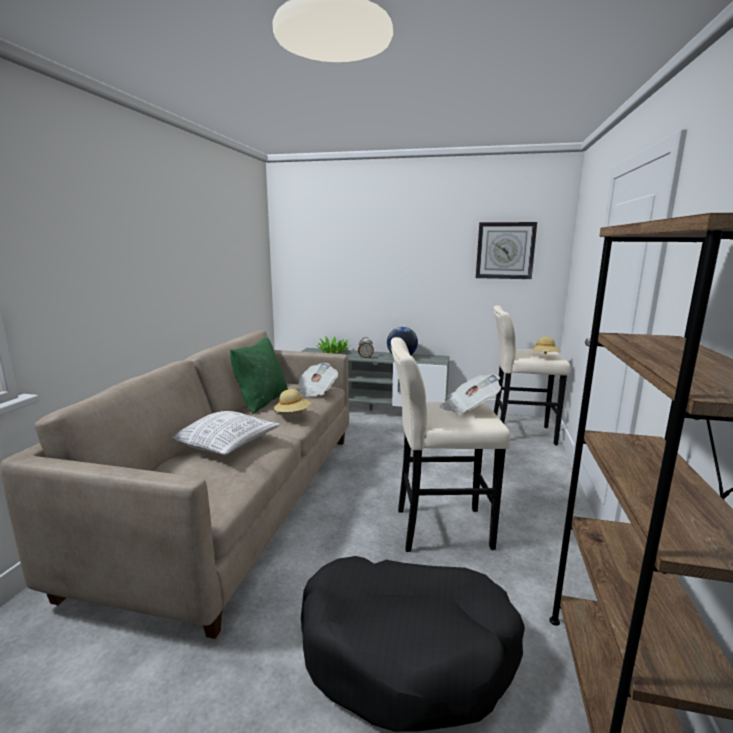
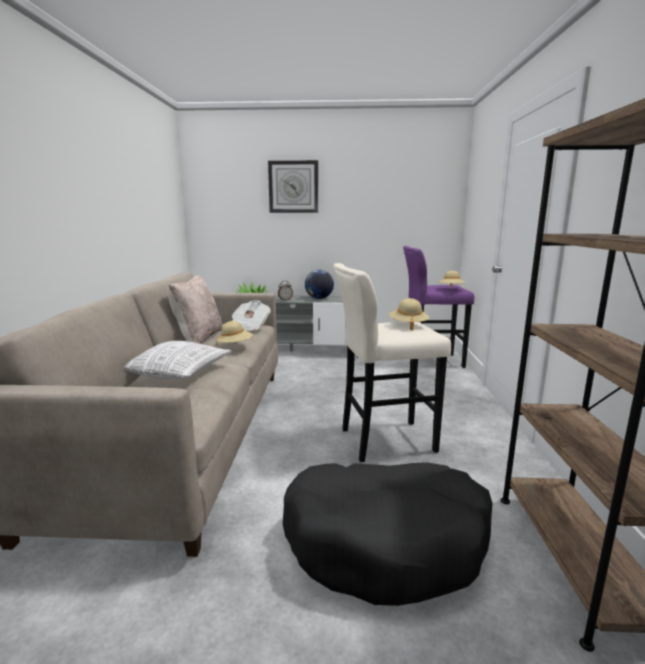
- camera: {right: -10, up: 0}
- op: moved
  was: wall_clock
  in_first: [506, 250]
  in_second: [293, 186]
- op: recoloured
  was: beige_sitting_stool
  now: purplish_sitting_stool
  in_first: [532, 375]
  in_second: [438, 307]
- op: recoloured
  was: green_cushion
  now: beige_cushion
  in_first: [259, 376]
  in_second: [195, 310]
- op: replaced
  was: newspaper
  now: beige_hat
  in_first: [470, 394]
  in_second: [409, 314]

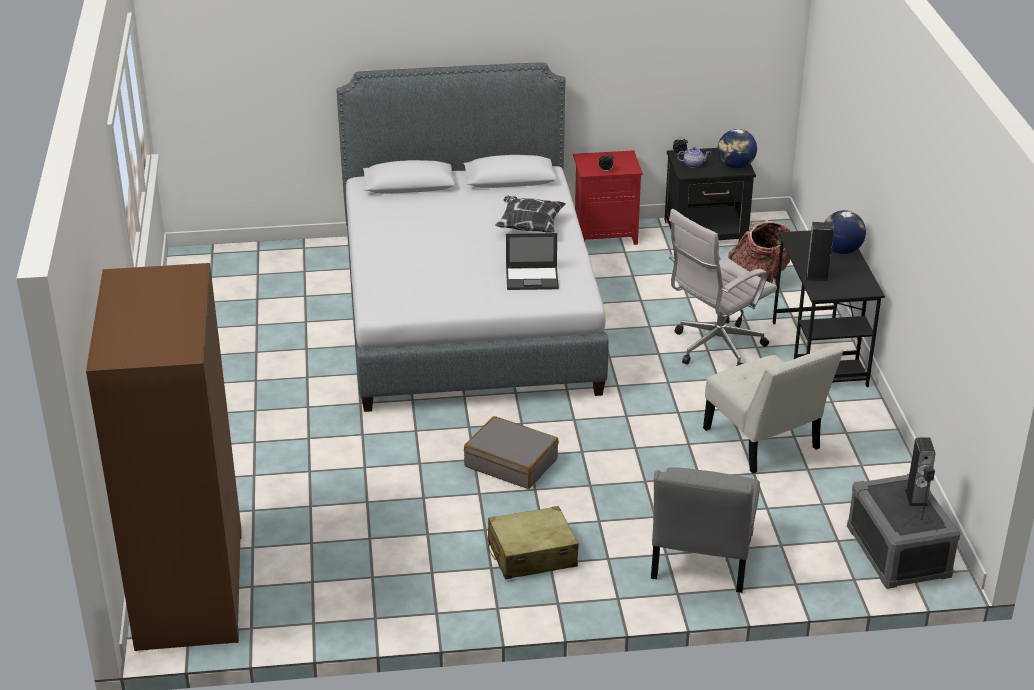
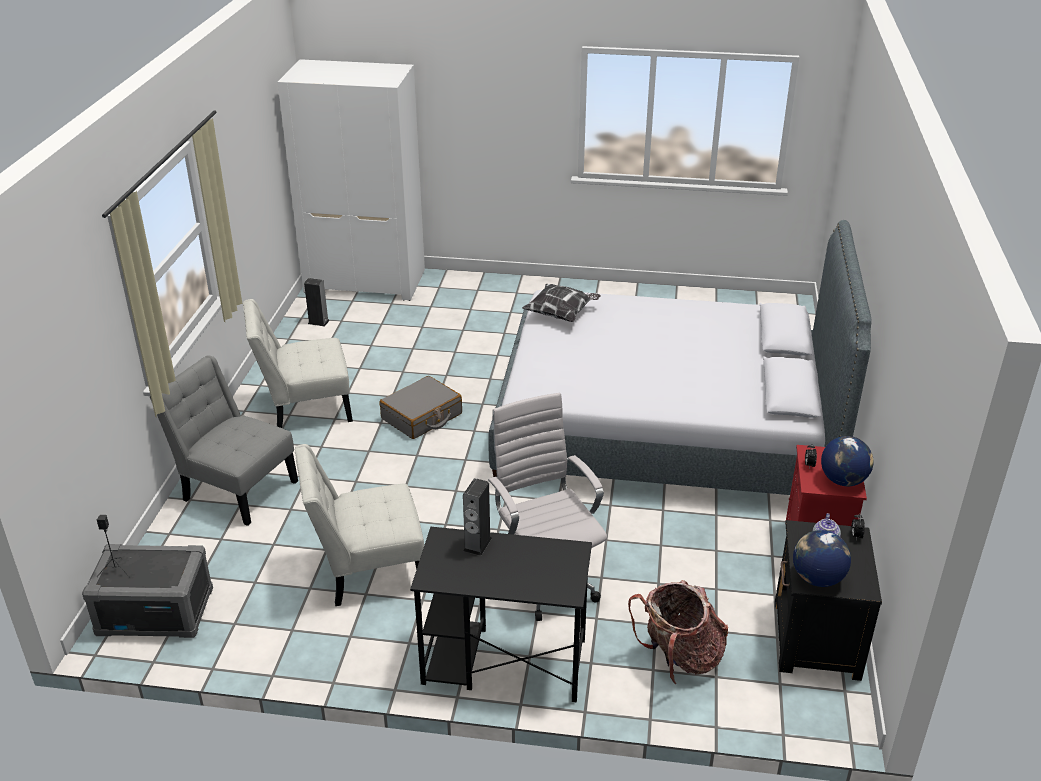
- camera: {right: 105, up: 0}
- op: moved
  was: cushion
  in_first: [530, 213]
  in_second: [561, 303]
- op: moved
  was: globe
  in_first: [845, 232]
  in_second: [847, 461]
- op: removed
  was: notebook_computer
  in_first: [532, 261]
- op: recoloured
  was: brown_clothes_cupboard
  now: white-coloured_clothes_cupboard
  in_first: [164, 457]
  in_second: [351, 180]
- op: moved
  was: speaker
  in_first: [920, 472]
  in_second: [317, 302]
- op: replaced
  was: beige_travel_case
  now: white-coloured_chair
  in_first: [533, 542]
  in_second: [298, 363]

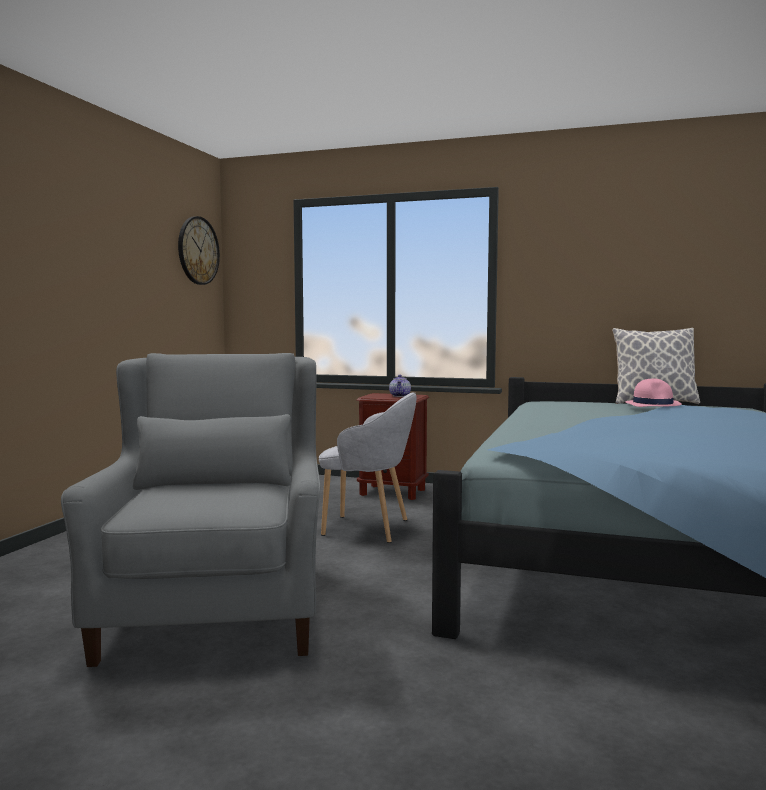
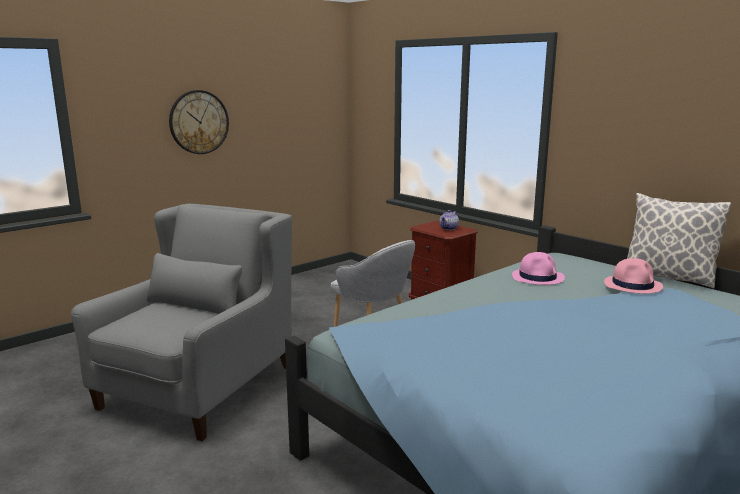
- camera: {right: 30, up: 10}
- op: moved
  was: wall_clock
  in_first: [199, 250]
  in_second: [199, 122]
- op: added
  now: pink-coloured_hat
  in_second: [538, 268]

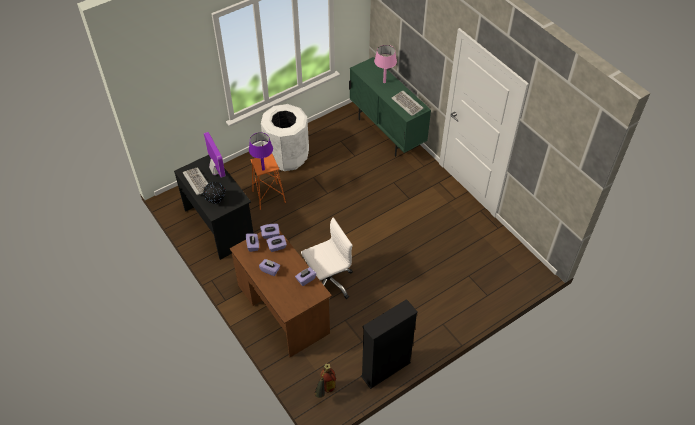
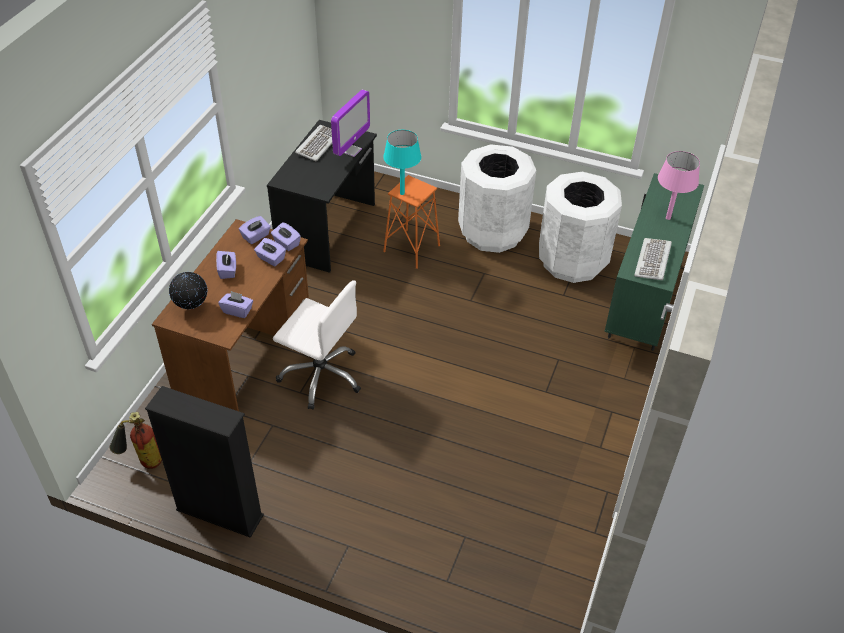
- camera: {right: 55, up: -5}
- op: recoloured
  was: purplish_tabletop_lamp
  now: blue-green_tabletop_lamp
  in_first: [261, 151]
  in_second: [402, 162]
- op: moved
  was: globe
  in_first: [214, 192]
  in_second: [188, 290]
- op: added
  now: white-coloured_trash_can
  in_second: [580, 227]

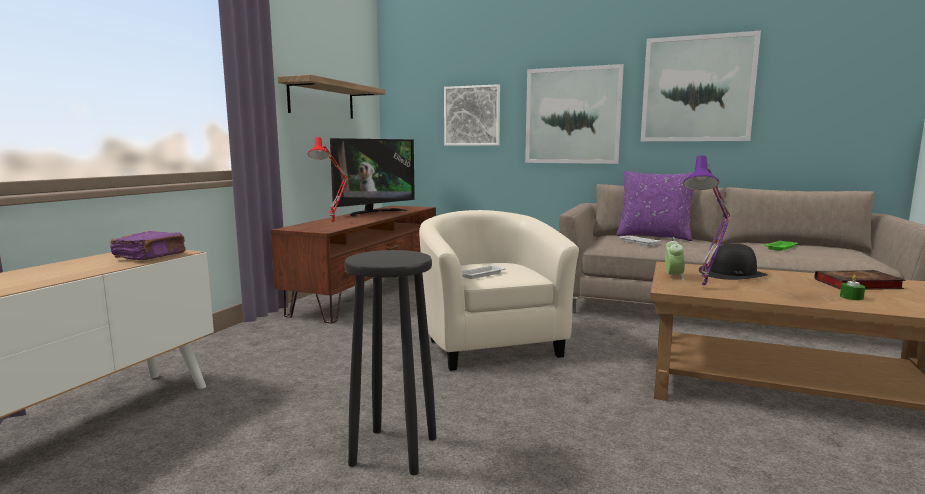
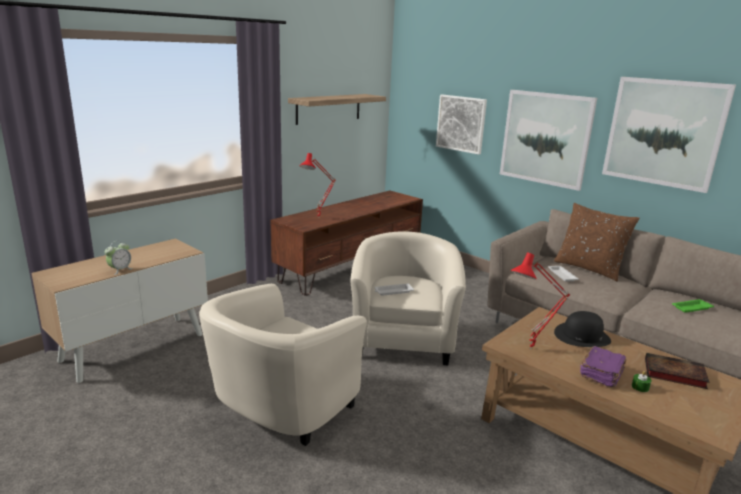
- camera: {right: 20, up: 10}
- op: removed
  was: TV
  in_first: [372, 177]
- op: recoloured
  was: purplish_tabletop_lamp
  now: red_tabletop_lamp
  in_first: [707, 222]
  in_second: [540, 301]
- op: recoloured
  was: purplish_cushion
  now: brown_cushion
  in_first: [655, 206]
  in_second: [597, 242]
- op: moved
  was: purplish_volume
  in_first: [148, 245]
  in_second: [603, 366]
- op: moved
  was: table_clock
  in_first: [675, 259]
  in_second: [119, 258]
- op: replaced
  was: black-coloured_sitting_stool
  now: beige_lounge_chair
  in_first: [390, 362]
  in_second: [283, 365]

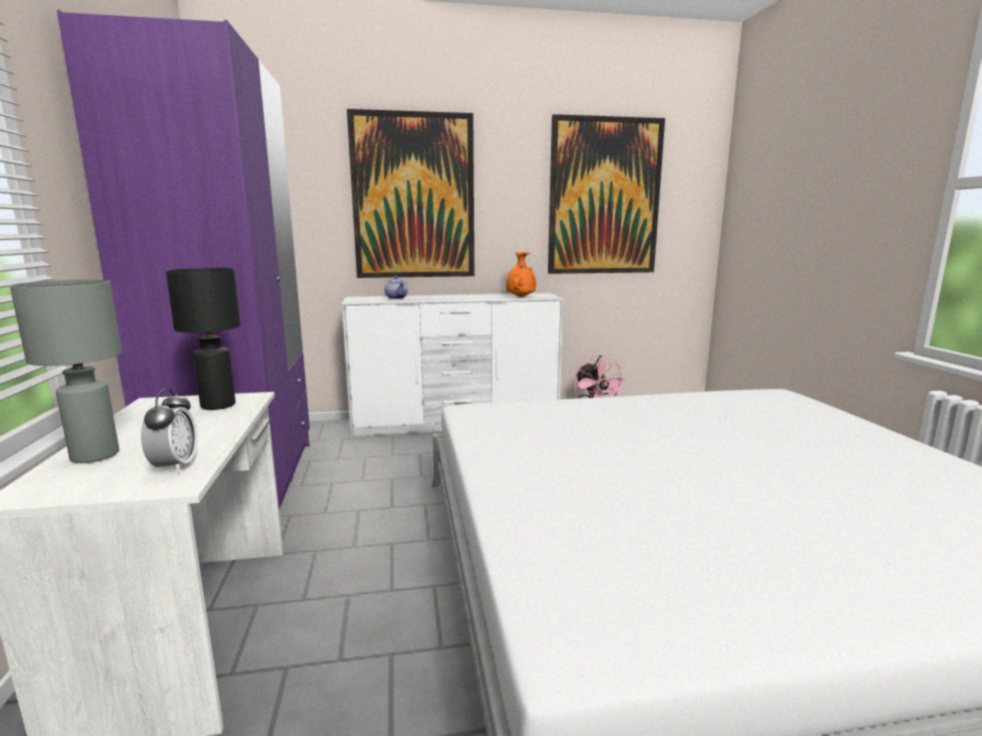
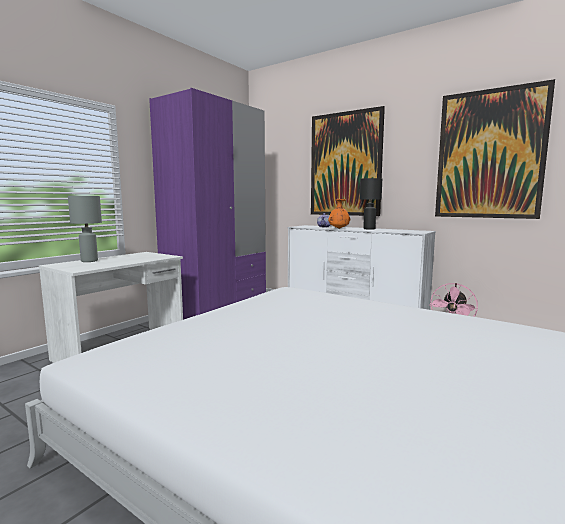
- camera: {right: 45, up: -5}
- op: moved
  was: orange_decorative_vase
  in_first: [521, 274]
  in_second: [339, 214]
- op: moved
  was: black-coloured_tabletop_lamp
  in_first: [203, 339]
  in_second: [371, 204]
- op: removed
  was: table_clock
  in_first: [169, 430]

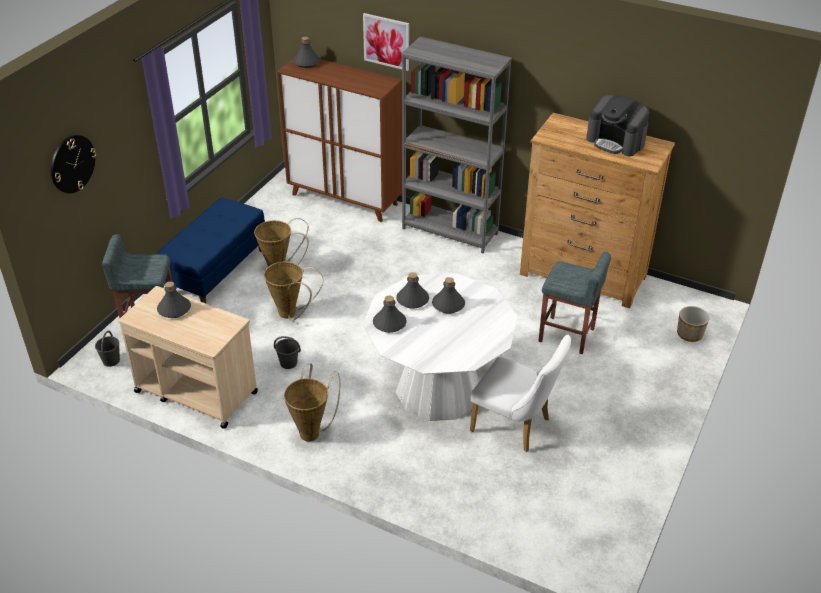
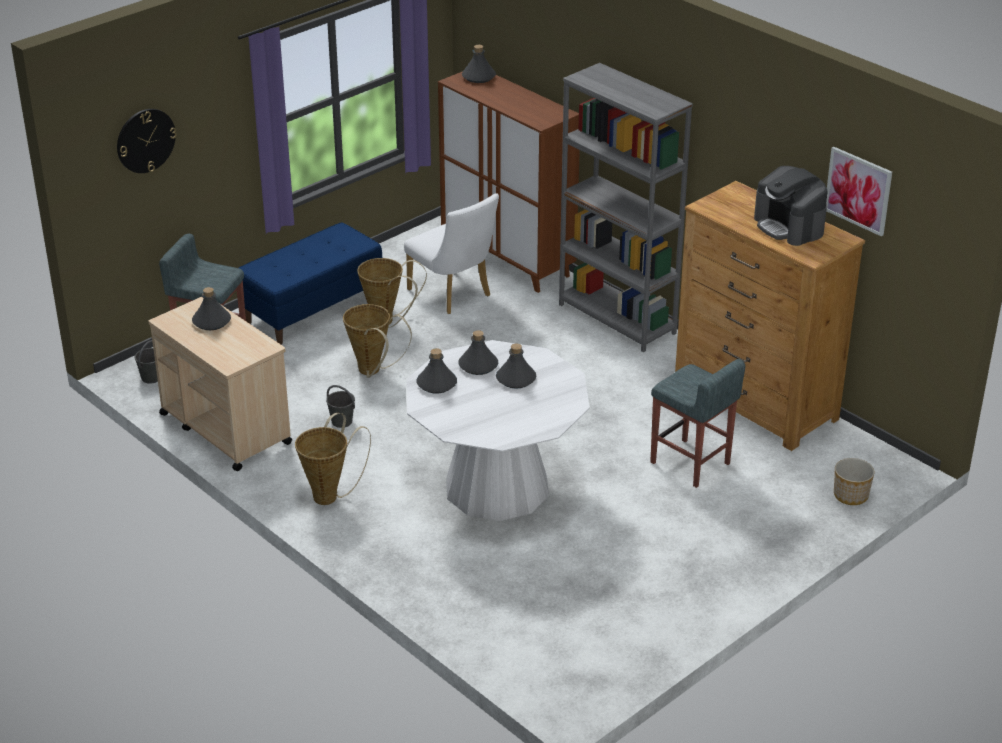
- camera: {right: 20, up: -5}
- op: moved
  was: picture
  in_first: [386, 42]
  in_second: [859, 191]
- op: moved
  was: white-coloured_chair
  in_first: [520, 393]
  in_second: [451, 253]

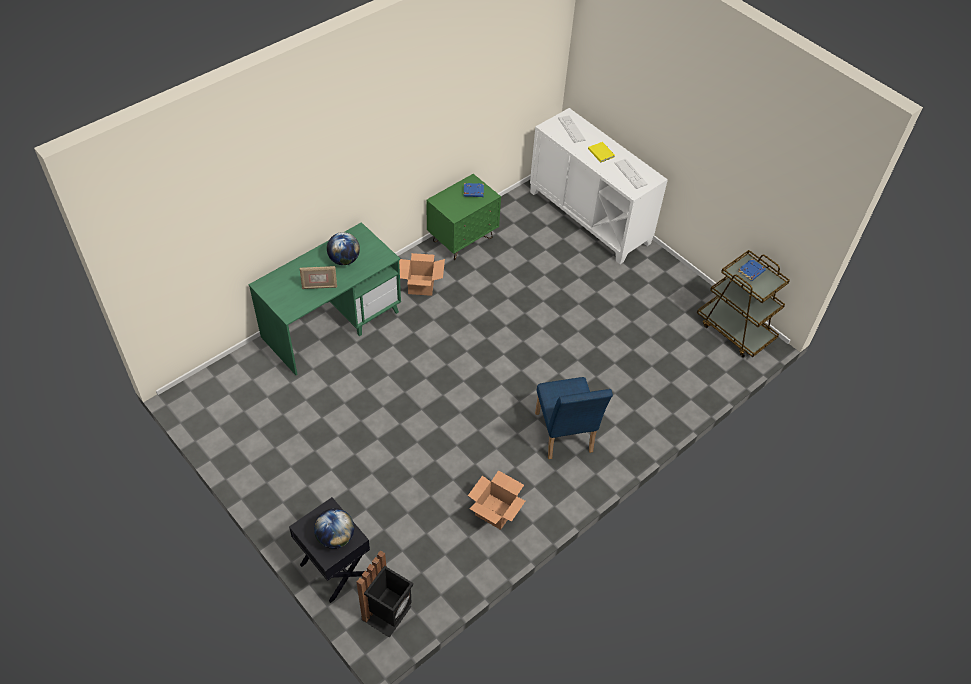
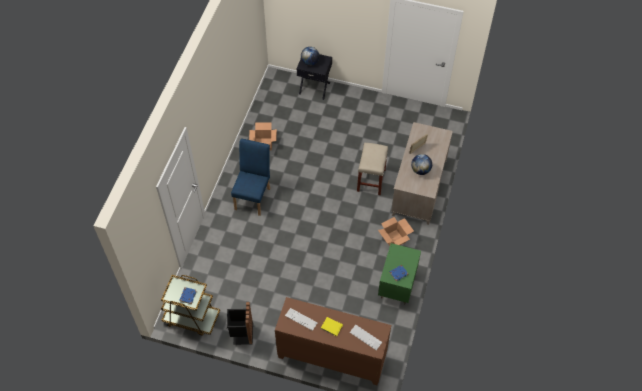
- camera: {right: 150, up: 5}
- op: recoloured
  was: white-coloured_cabinet
  now: brown_cabinet
  in_first: [599, 186]
  in_second: [333, 341]
- op: recoloured
  was: green_desk_unit
  now: beige_desk_unit
  in_first: [324, 298]
  in_second: [422, 173]
- op: turned
  was: blue_chair
  in_first: [574, 418]
  in_second: [250, 177]
  clockwise: 60
- op: moved
  was: black-coloured_trash_can
  in_first: [385, 594]
  in_second: [240, 323]
- op: added
  now: beige_sitting_stool
  in_second: [372, 168]

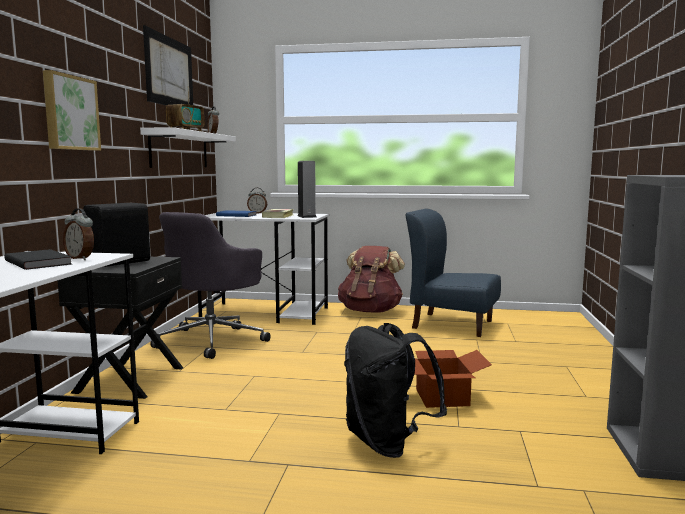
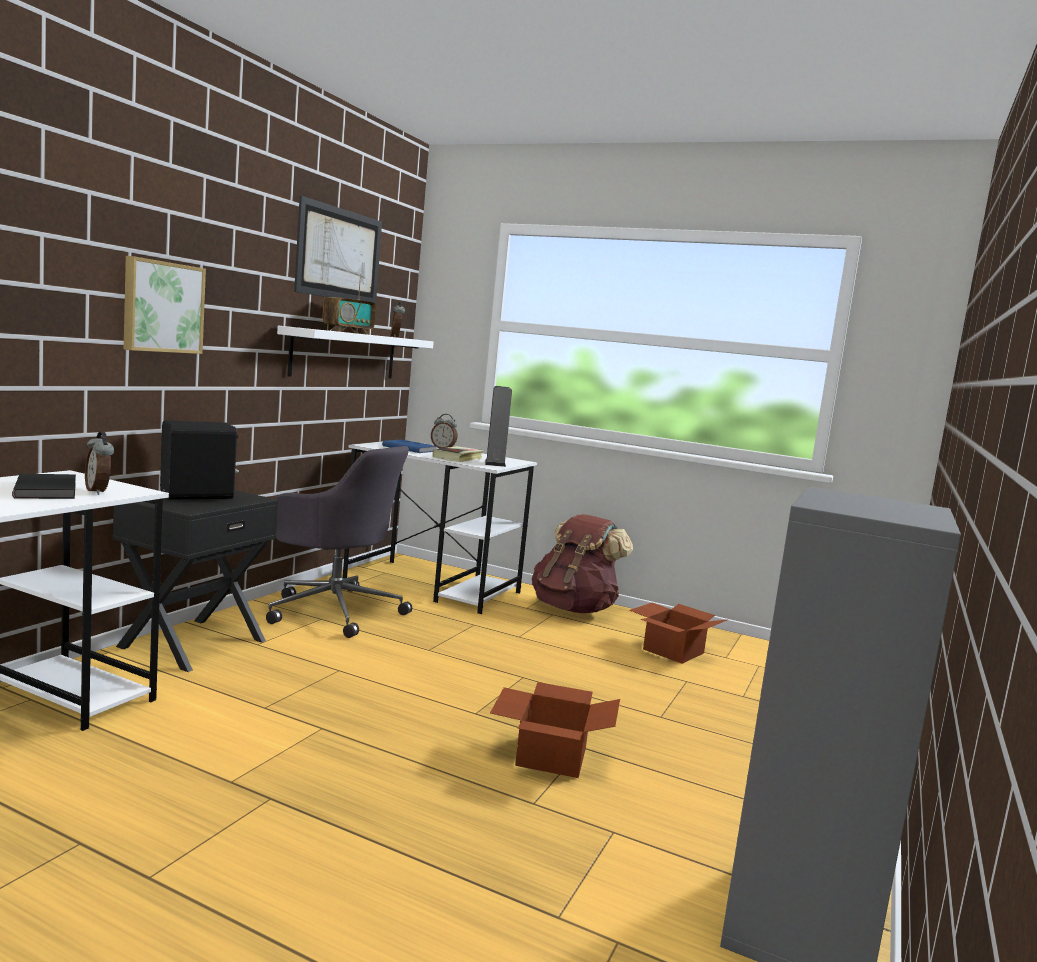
- camera: {right: 15, up: 0}
- op: replaced
  was: blue_chair
  now: carton
  in_first: [453, 272]
  in_second: [678, 633]
- op: turned
  was: greyish_computer_chair
  in_first: [210, 285]
  in_second: [339, 542]
  clockwise: -105
- op: removed
  was: black-coloured_knapsack
  in_first: [395, 390]

